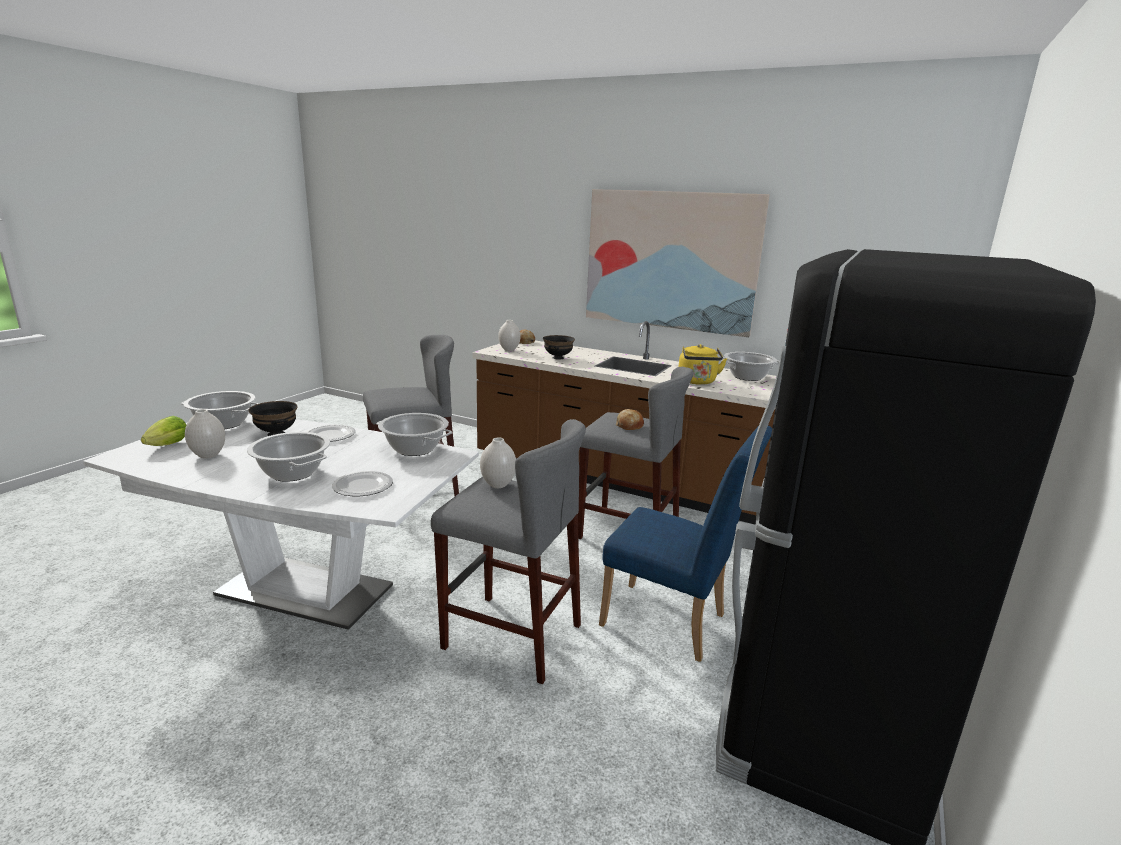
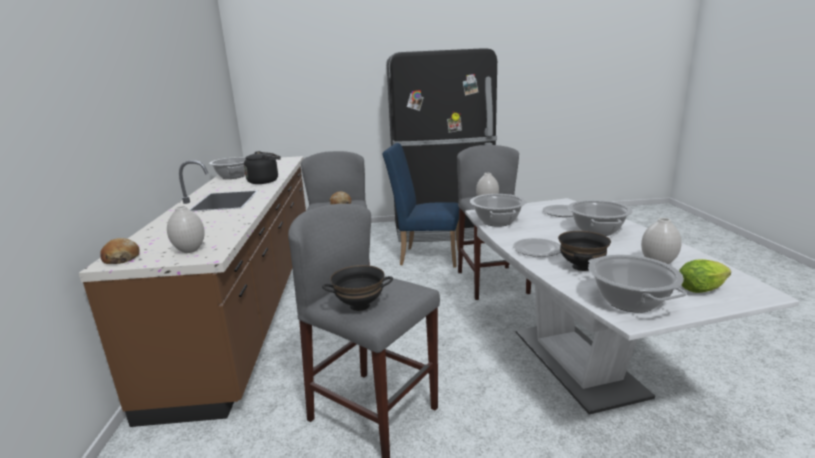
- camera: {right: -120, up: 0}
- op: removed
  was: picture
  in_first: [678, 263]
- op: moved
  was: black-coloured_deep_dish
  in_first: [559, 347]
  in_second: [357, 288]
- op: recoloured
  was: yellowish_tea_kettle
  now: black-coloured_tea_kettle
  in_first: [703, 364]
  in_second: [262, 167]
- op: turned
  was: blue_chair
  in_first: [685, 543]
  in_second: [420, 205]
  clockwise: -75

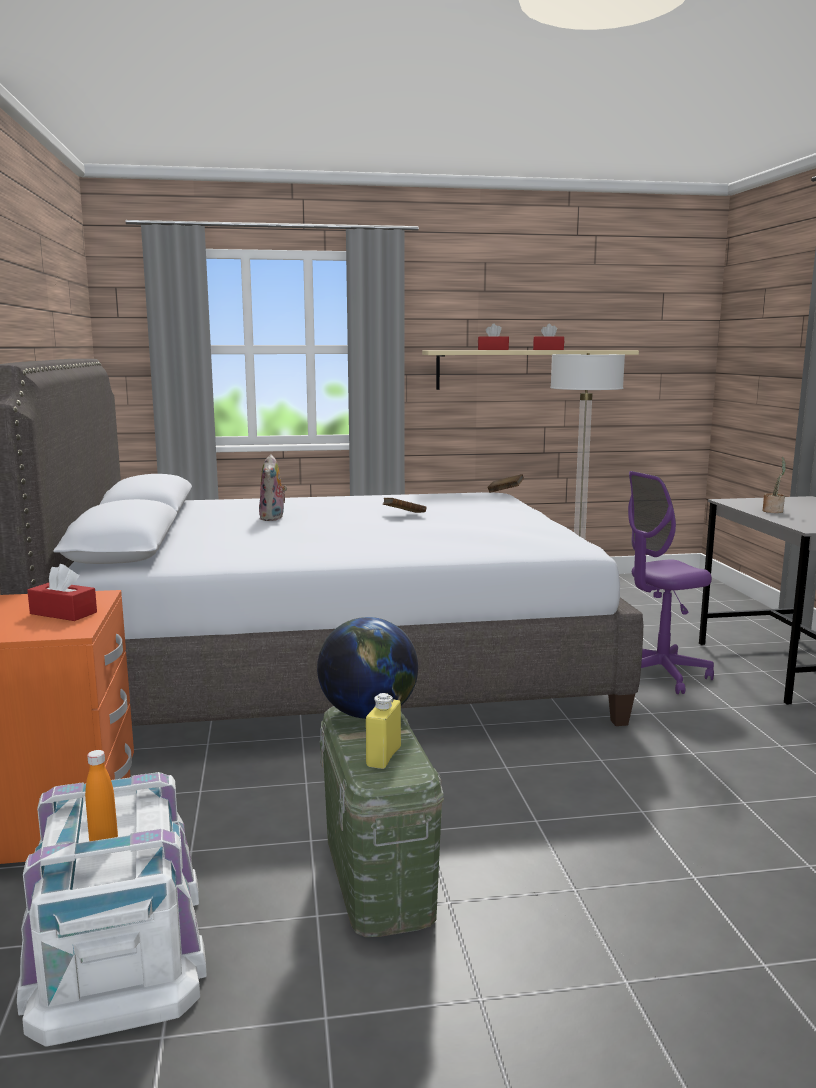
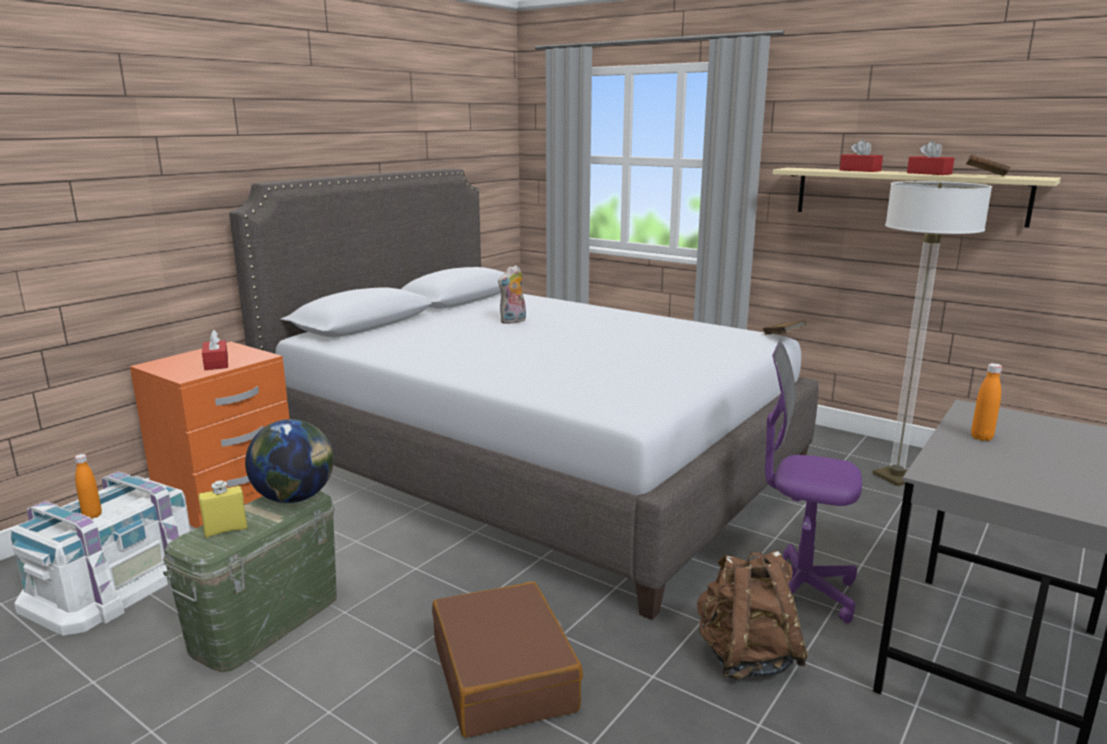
- camera: {right: 45, up: 5}
- op: replaced
  was: potted_plant
  now: orange_beverage_bottle
  in_first: [774, 485]
  in_second: [986, 402]
- op: moved
  was: brown_volume
  in_first: [404, 505]
  in_second: [988, 165]
- op: added
  now: brown_knapsack
  in_second: [752, 615]
- op: added
  now: brown_travel_case
  in_second: [507, 660]

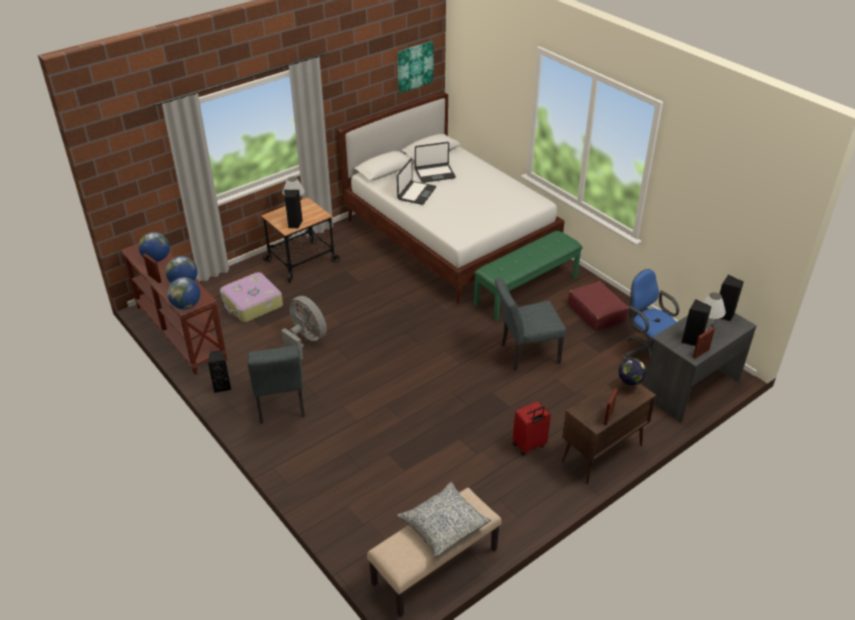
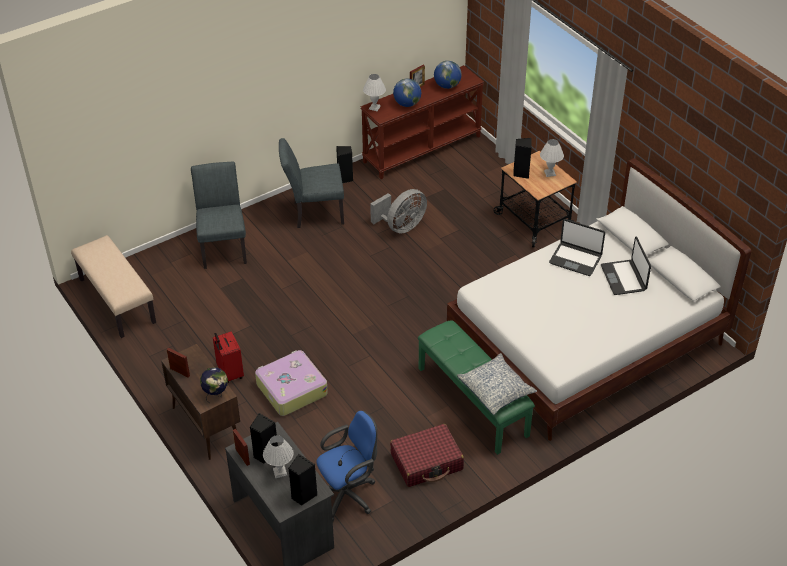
- camera: {right: 95, up: 5}
- op: removed
  was: picture
  in_first: [415, 67]
- op: moved
  was: travel_case
  in_first: [251, 297]
  in_second: [291, 383]
- op: replaced
  was: globe
  now: white-coloured_tabletop_lamp
  in_first: [183, 293]
  in_second: [374, 92]
- op: moved
  was: greyish_chair
  in_first: [530, 324]
  in_second: [219, 215]
- op: moved
  was: cushion
  in_first: [444, 520]
  in_second: [497, 384]

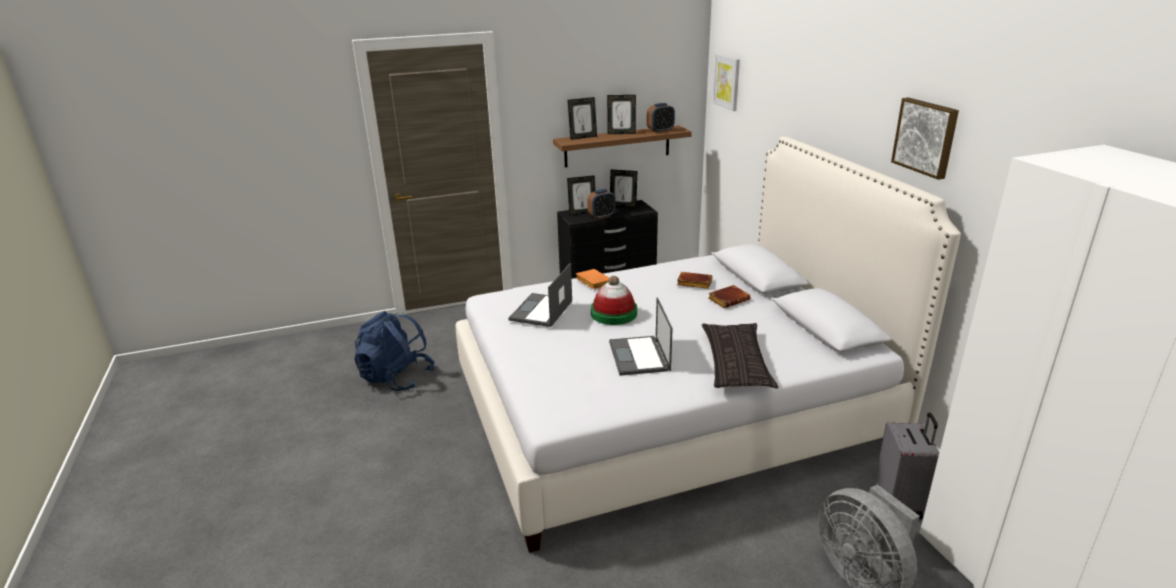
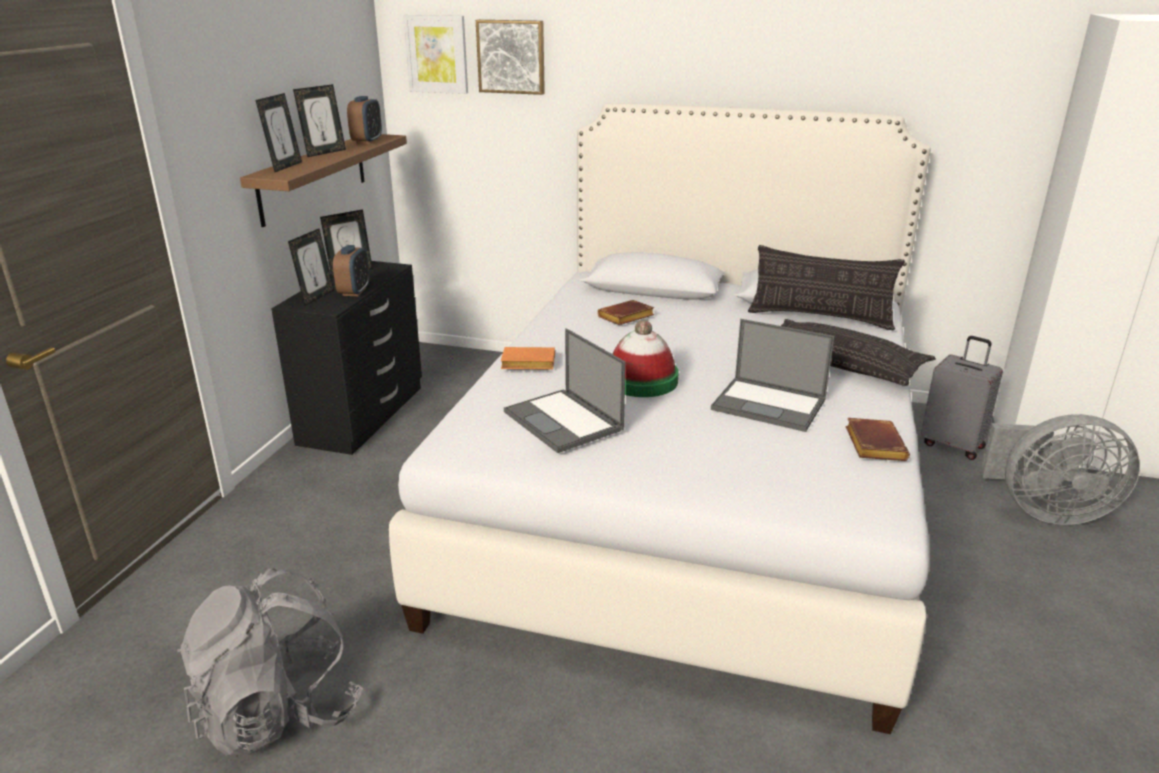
- camera: {right: -55, up: 0}
- op: moved
  was: picture
  in_first: [925, 138]
  in_second: [510, 57]
- op: moved
  was: brown_volume
  in_first: [729, 296]
  in_second: [878, 439]
- op: recoloured
  was: blue_knapsack
  now: greyish_knapsack
  in_first: [394, 351]
  in_second: [270, 662]
- op: added
  now: cushion
  in_second: [826, 287]

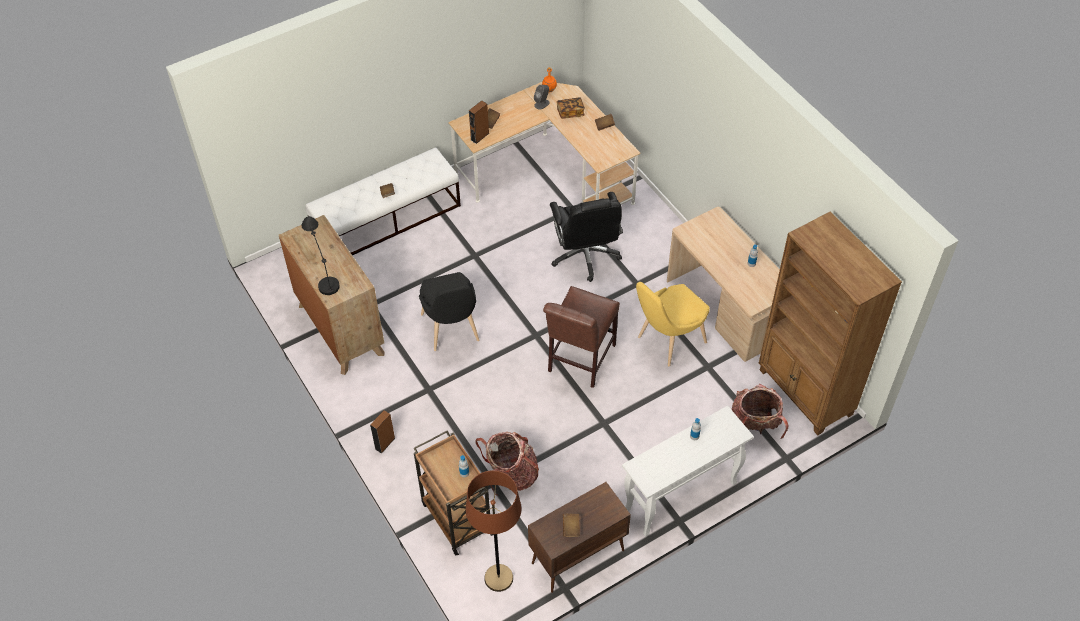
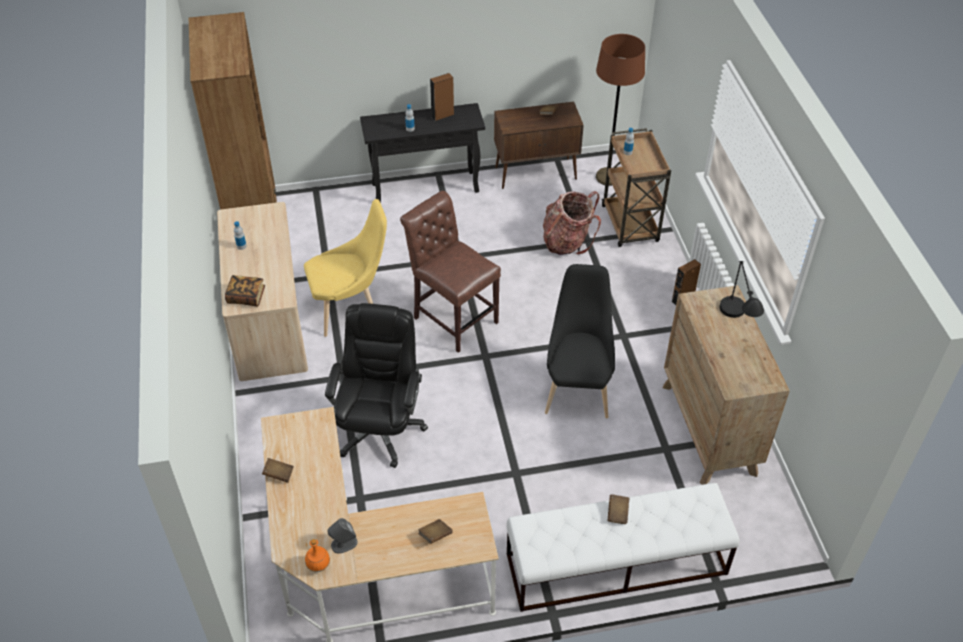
- camera: {right: -160, up: -5}
- op: moved
  was: volume
  in_first: [571, 108]
  in_second: [245, 291]
- op: moved
  was: brown_speaker
  in_first: [479, 122]
  in_second: [442, 97]
- op: turned
  was: brown_chair
  in_first: [581, 337]
  in_second: [450, 272]
  clockwise: -90
- op: removed
  was: knapsack
  in_first: [760, 411]
- op: recoloured
  was: white-coloured_console_table
  now: black-coloured_console_table
  in_first: [688, 471]
  in_second: [422, 153]

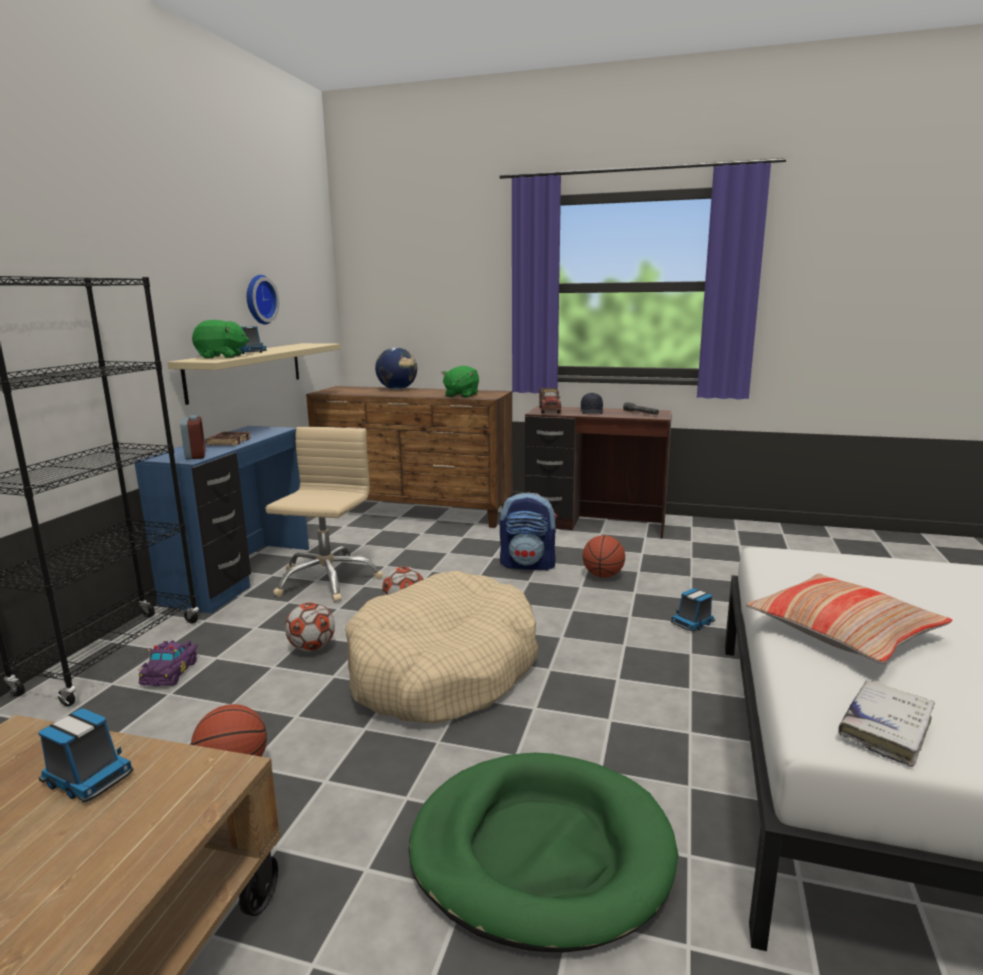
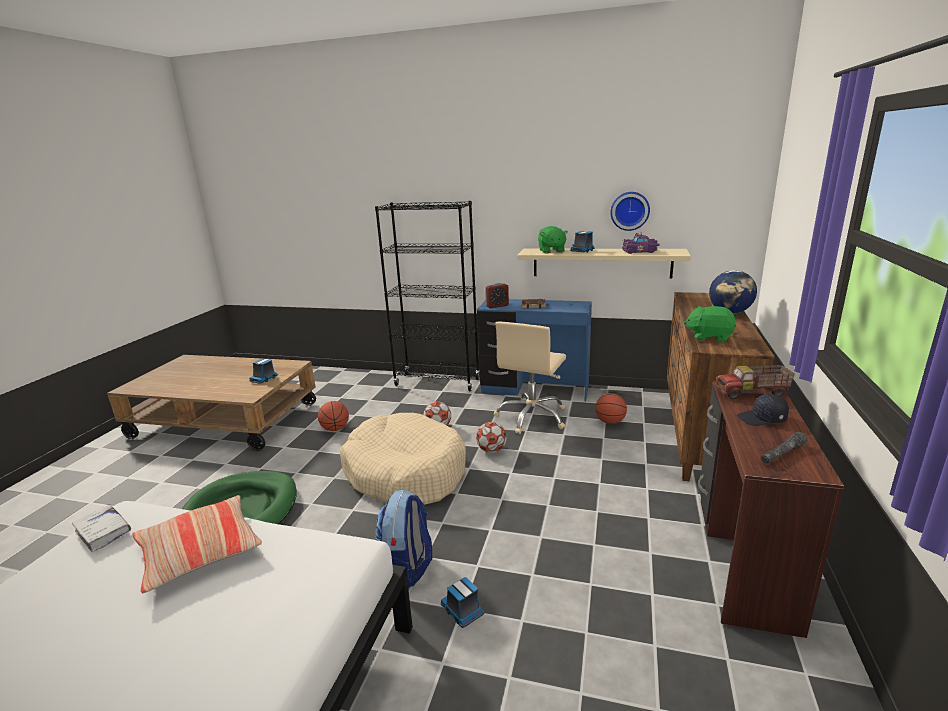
- camera: {right: 90, up: 5}
- op: turned
  was: beige_computer_chair
  in_first: [324, 514]
  in_second: [530, 378]
  clockwise: 105
- op: moved
  was: knapsack
  in_first: [529, 531]
  in_second: [403, 538]
- op: moved
  was: ball_for_basketball
  in_first: [603, 556]
  in_second: [611, 408]
- op: moved
  was: purplish_toy_car
  in_first: [168, 663]
  in_second: [641, 243]

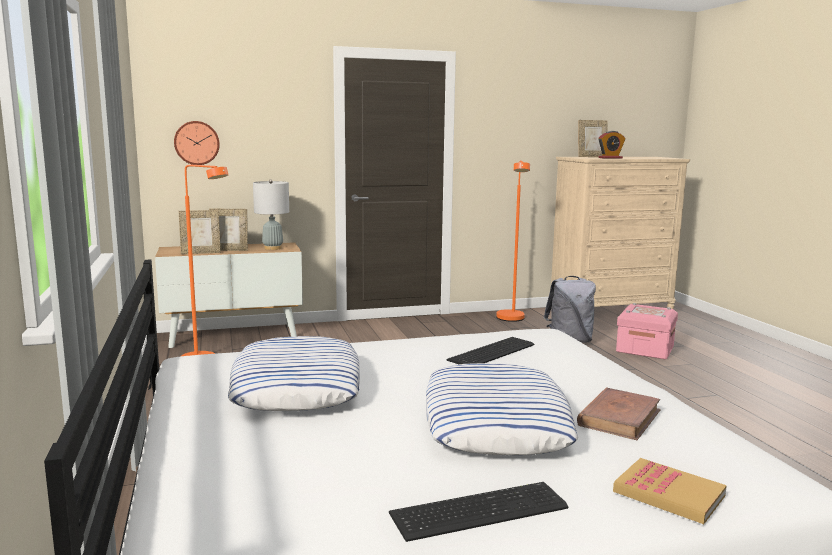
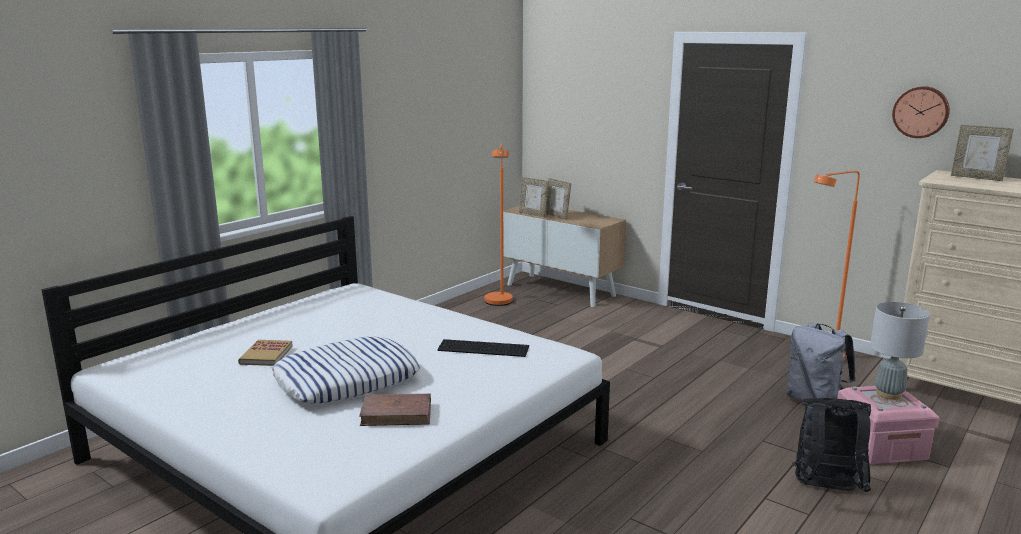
- camera: {right: 55, up: 5}
- op: moved
  was: wall_clock
  in_first: [197, 143]
  in_second: [921, 112]
- op: removed
  was: table_clock
  in_first: [611, 145]
- op: moved
  was: greyish_tabletop_lamp
  in_first: [271, 214]
  in_second: [900, 351]
- op: removed
  was: cushion
  in_first: [294, 373]
- op: moved
  was: volume
  in_first: [670, 491]
  in_second: [265, 353]
- op: removed
  was: PC_keyboard
  in_first: [478, 512]
- op: added
  now: black-coloured_knapsack
  in_second: [831, 445]

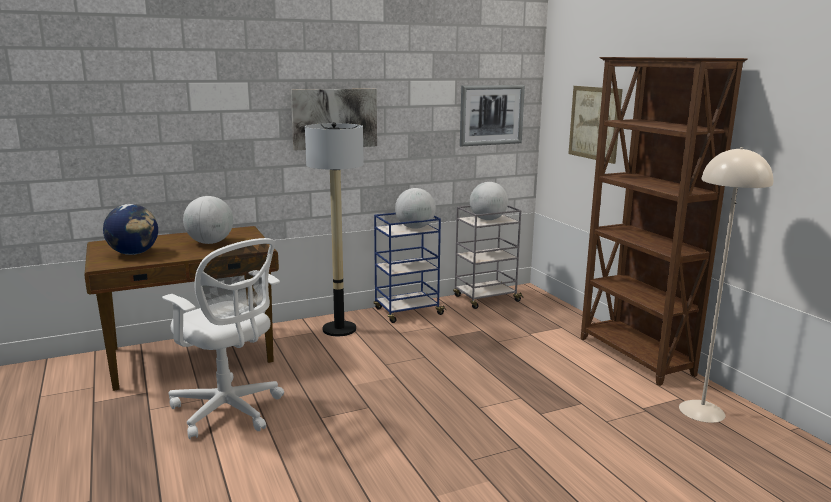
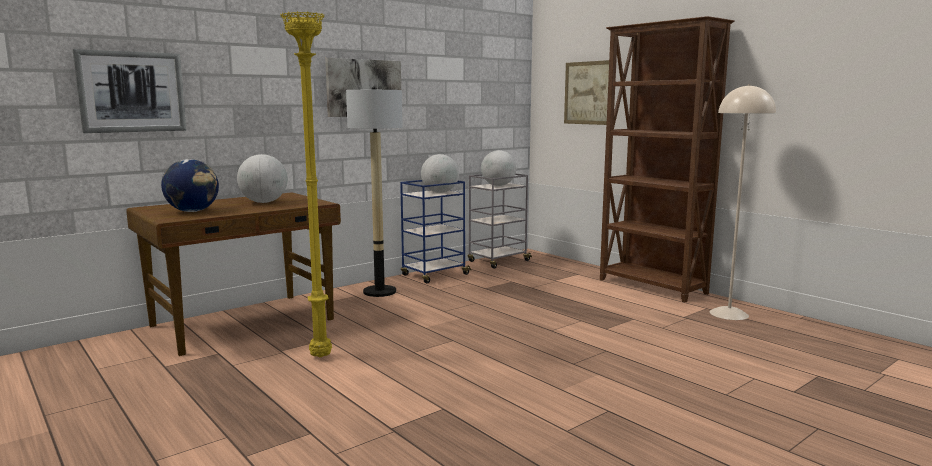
- camera: {right: -15, up: -5}
- op: moved
  was: picture
  in_first: [492, 115]
  in_second: [129, 91]
- op: replaced
  was: white-coloured_computer_chair
  now: yellowish_standing_lamp
  in_first: [223, 338]
  in_second: [306, 184]

